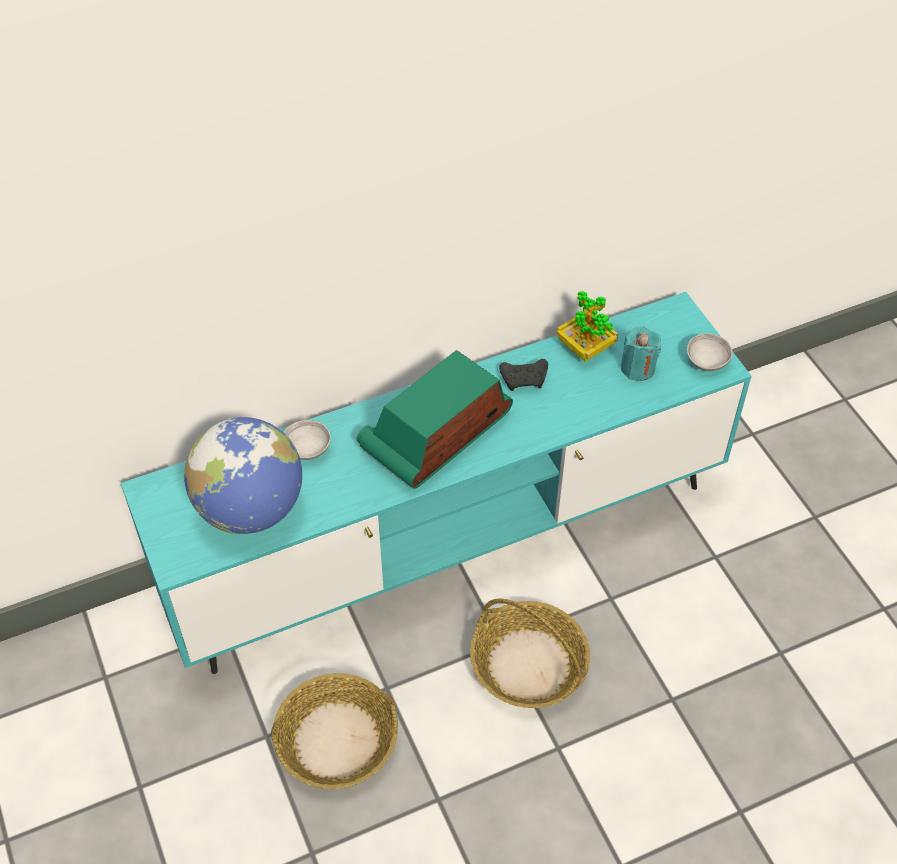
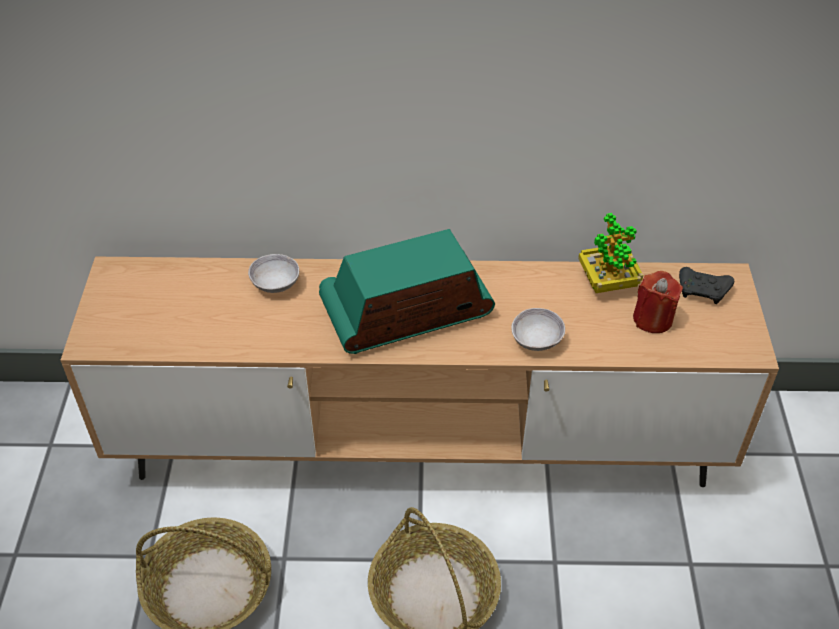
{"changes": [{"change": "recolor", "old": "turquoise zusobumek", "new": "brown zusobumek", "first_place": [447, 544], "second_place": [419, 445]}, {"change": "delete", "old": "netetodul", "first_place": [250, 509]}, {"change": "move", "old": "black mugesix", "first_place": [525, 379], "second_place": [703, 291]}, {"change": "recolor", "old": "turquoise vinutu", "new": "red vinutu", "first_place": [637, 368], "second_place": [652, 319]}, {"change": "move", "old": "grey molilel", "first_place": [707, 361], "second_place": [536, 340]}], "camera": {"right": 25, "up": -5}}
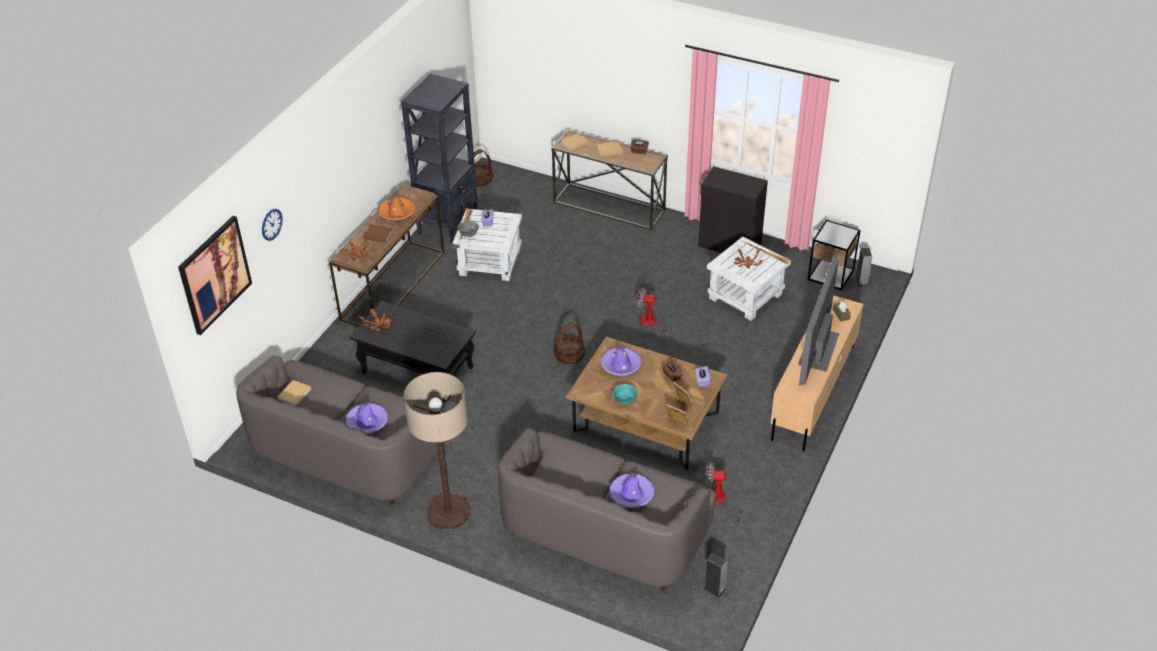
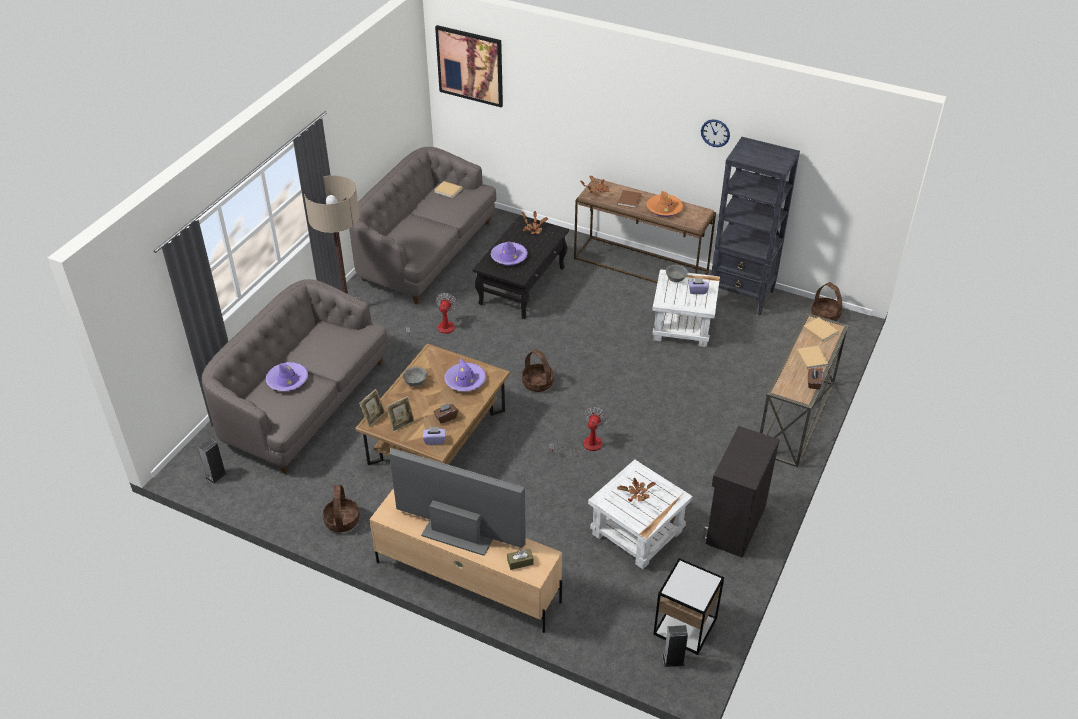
{"changes": [{"change": "move", "old": "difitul", "first_place": [271, 224], "second_place": [715, 133]}, {"change": "move", "old": "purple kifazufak", "first_place": [367, 422], "second_place": [509, 257]}, {"change": "recolor", "old": "turquoise molilel", "new": "grey molilel", "first_place": [625, 400], "second_place": [415, 382]}, {"change": "move", "old": "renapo", "first_place": [720, 502], "second_place": [439, 330]}, {"change": "insert", "new": "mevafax", "second_place": [342, 520]}], "camera": {"right": 90, "up": 0}}
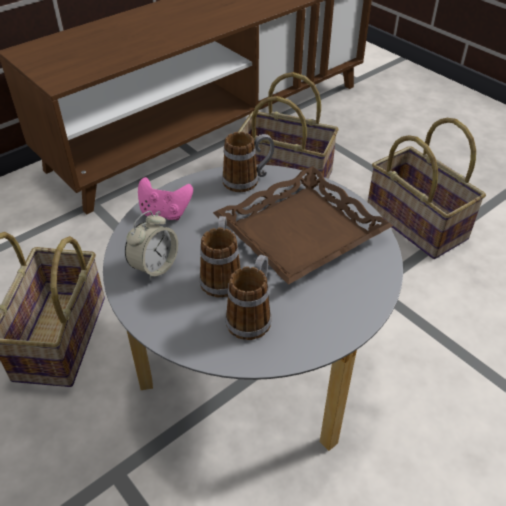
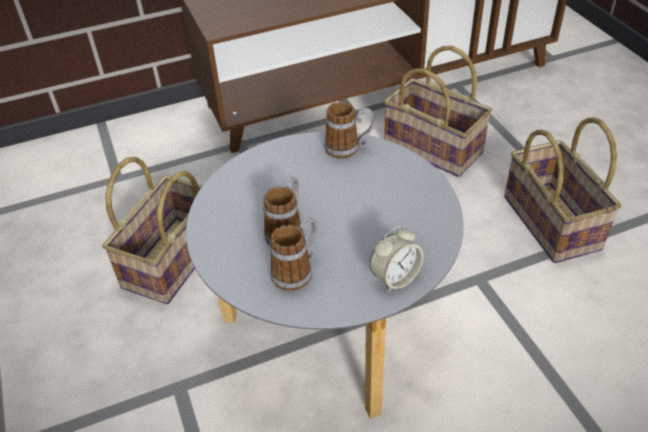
{"changes": [{"change": "move", "old": "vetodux", "first_place": [154, 267], "second_place": [395, 278]}, {"change": "delete", "old": "pink mugesix", "first_place": [165, 212]}, {"change": "delete", "old": "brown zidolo", "first_place": [301, 233]}], "camera": {"right": 20, "up": 0}}
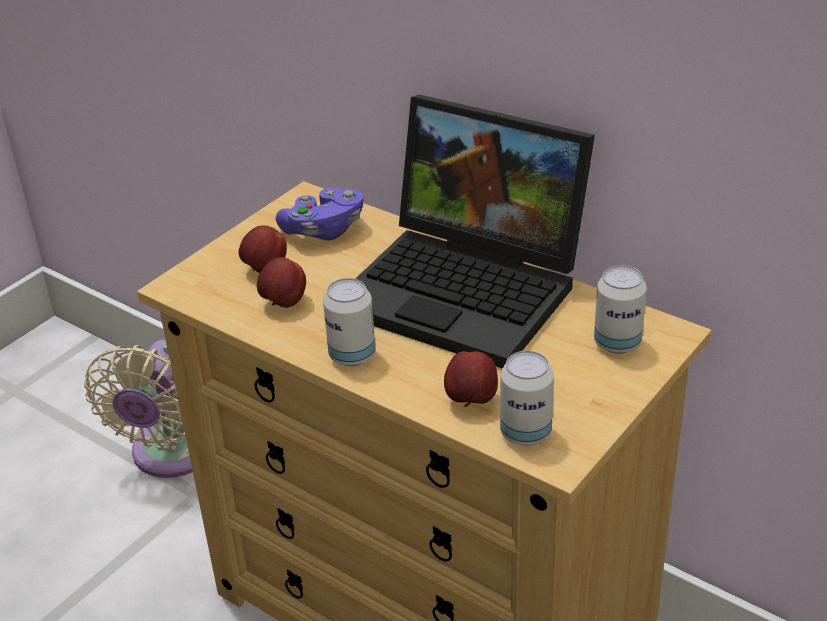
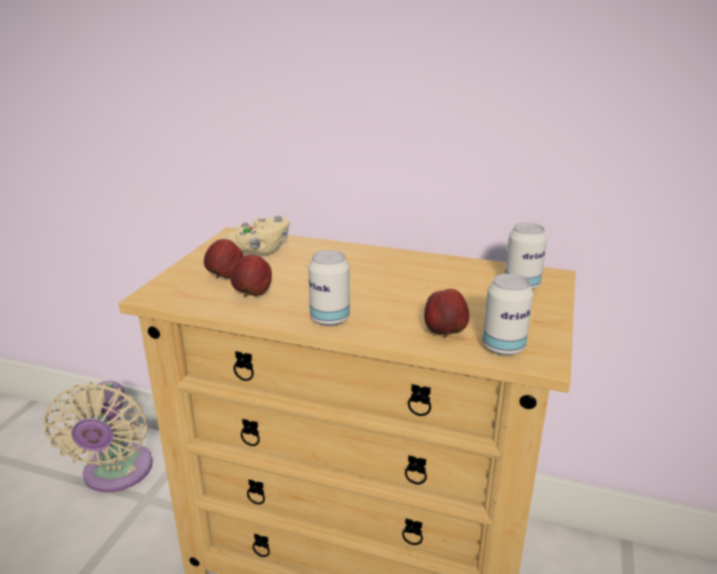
{"changes": [{"change": "recolor", "old": "purple mugesix", "new": "beige mugesix", "first_place": [324, 230], "second_place": [259, 250]}, {"change": "delete", "old": "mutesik", "first_place": [470, 289]}], "camera": {"right": -20, "up": -10}}
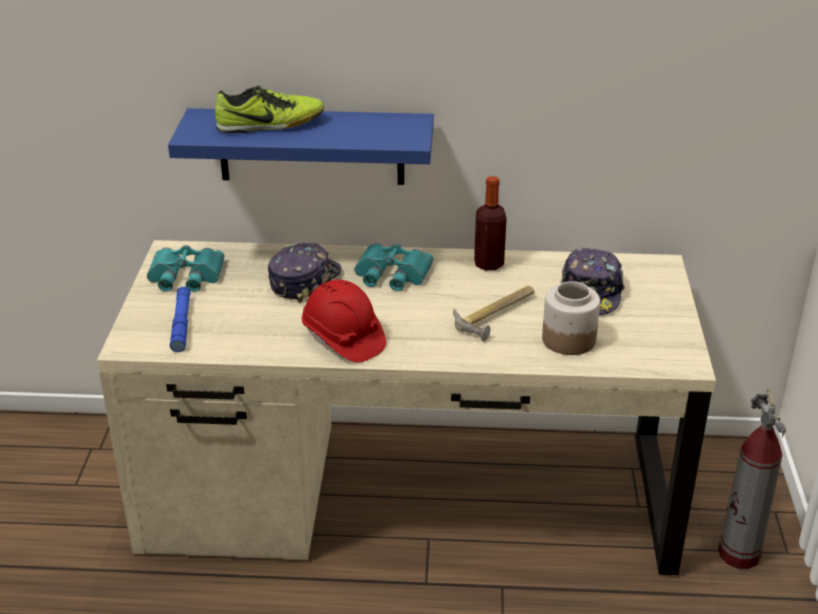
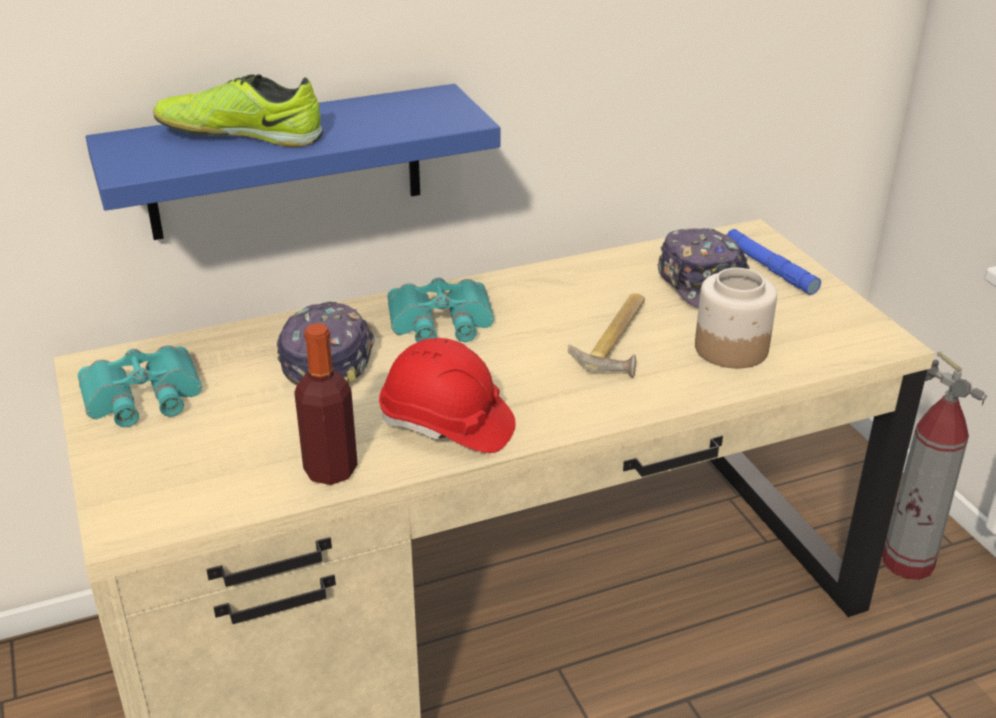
{"changes": [{"change": "move", "old": "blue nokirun", "first_place": [181, 324], "second_place": [770, 268]}, {"change": "rotate", "old": "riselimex", "first_place": [270, 125], "second_place": [241, 135], "degrees": -135}, {"change": "move", "old": "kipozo", "first_place": [489, 264], "second_place": [330, 470]}], "camera": {"right": -25, "up": 0}}
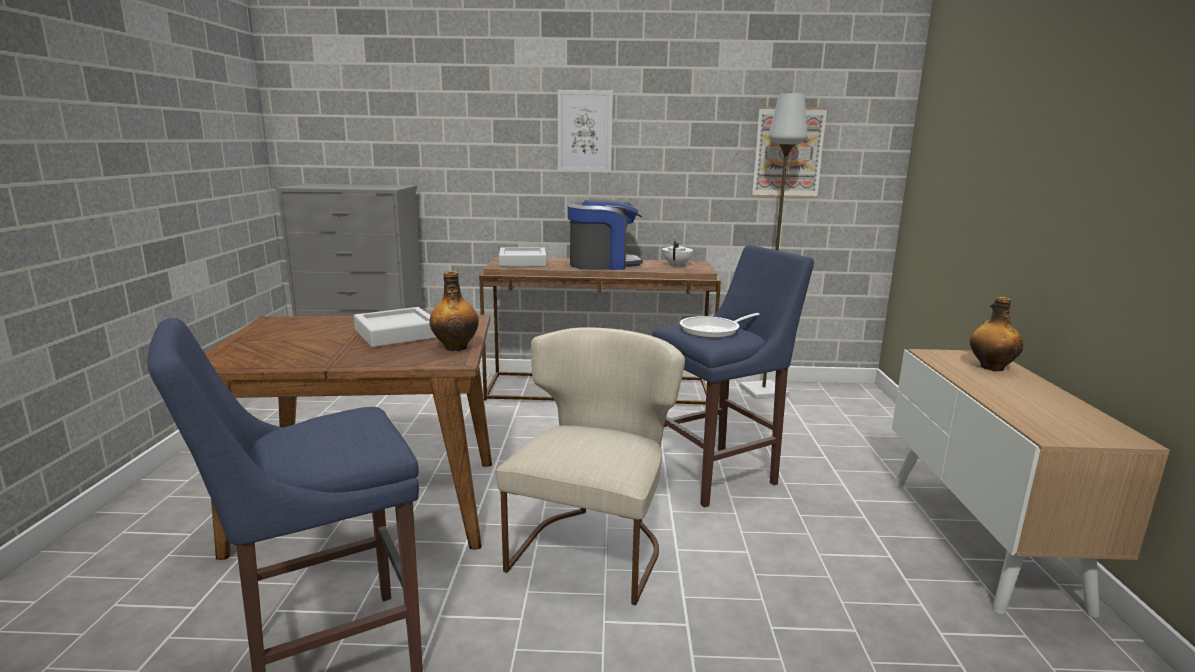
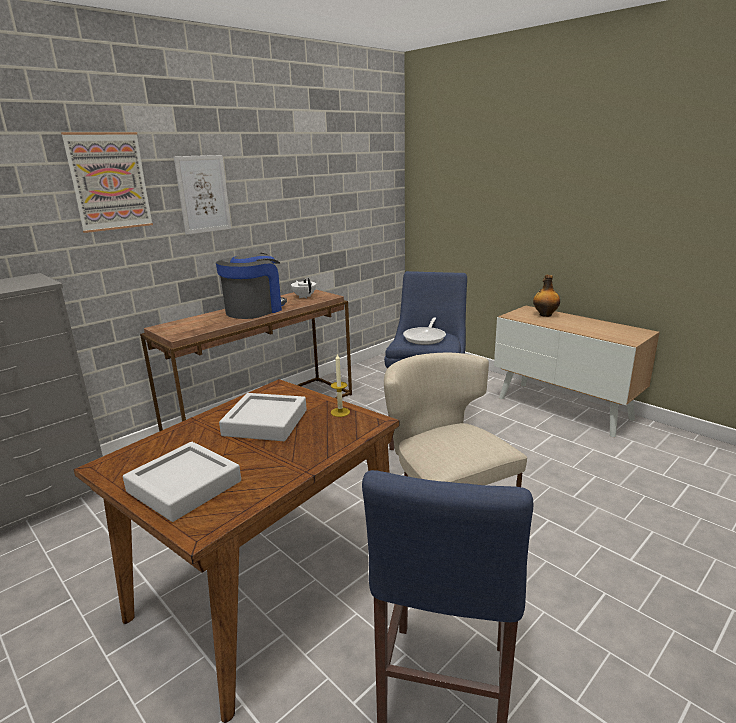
{"changes": [{"change": "replace", "old": "kipozo", "new": "vinutu", "first_place": [456, 347], "second_place": [340, 412]}, {"change": "move", "old": "grey zidolo", "first_place": [522, 262], "second_place": [184, 486]}, {"change": "delete", "old": "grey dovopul", "first_place": [763, 391]}, {"change": "move", "old": "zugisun", "first_place": [788, 152], "second_place": [109, 182]}], "camera": {"right": -45, "up": 5}}
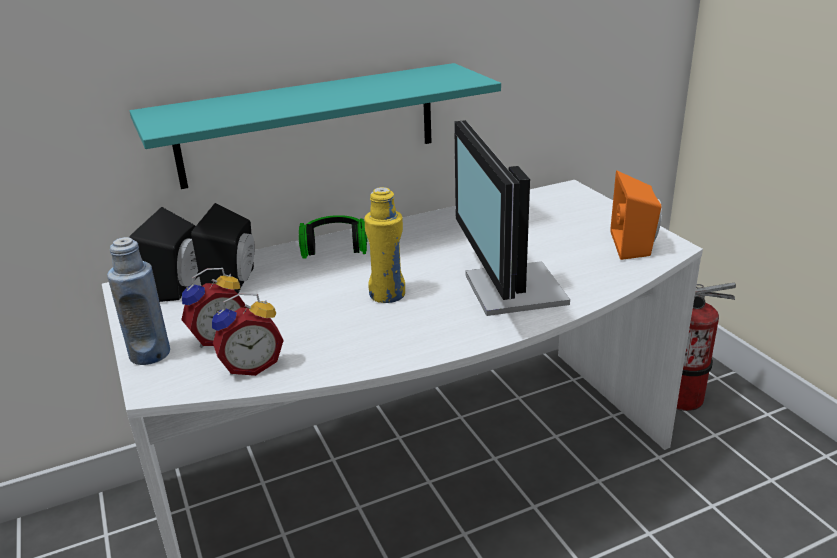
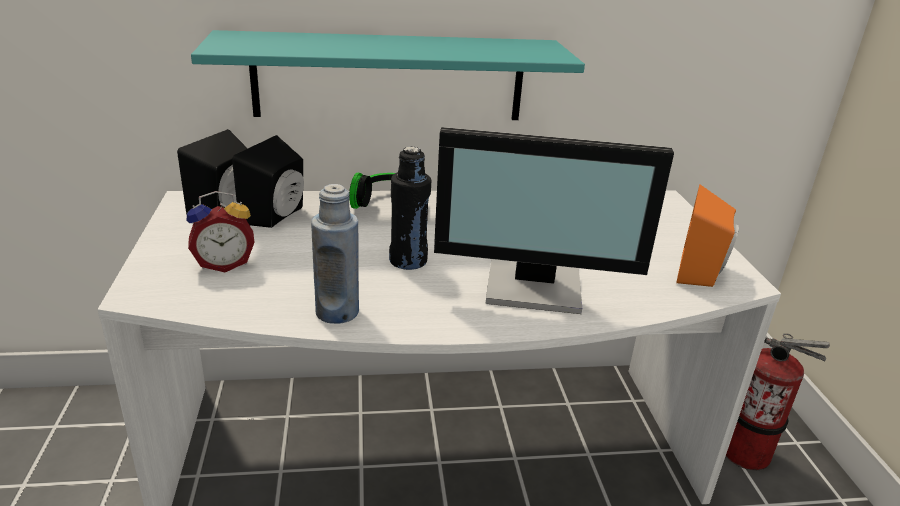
{"changes": [{"change": "move", "old": "blue kipozo", "first_place": [150, 354], "second_place": [337, 312]}, {"change": "delete", "old": "vetodux", "first_place": [251, 366]}, {"change": "recolor", "old": "yellow kipozo", "new": "black kipozo", "first_place": [387, 294], "second_place": [408, 261]}, {"change": "rotate", "old": "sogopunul", "first_place": [511, 291], "second_place": [535, 287], "degrees": -90}], "camera": {"right": 15, "up": 0}}
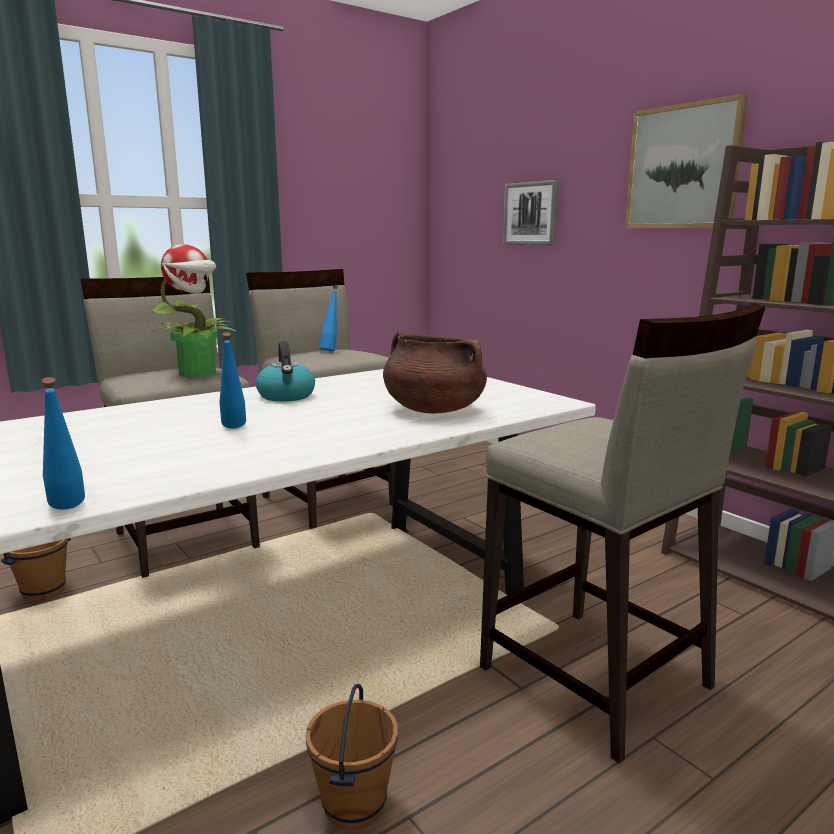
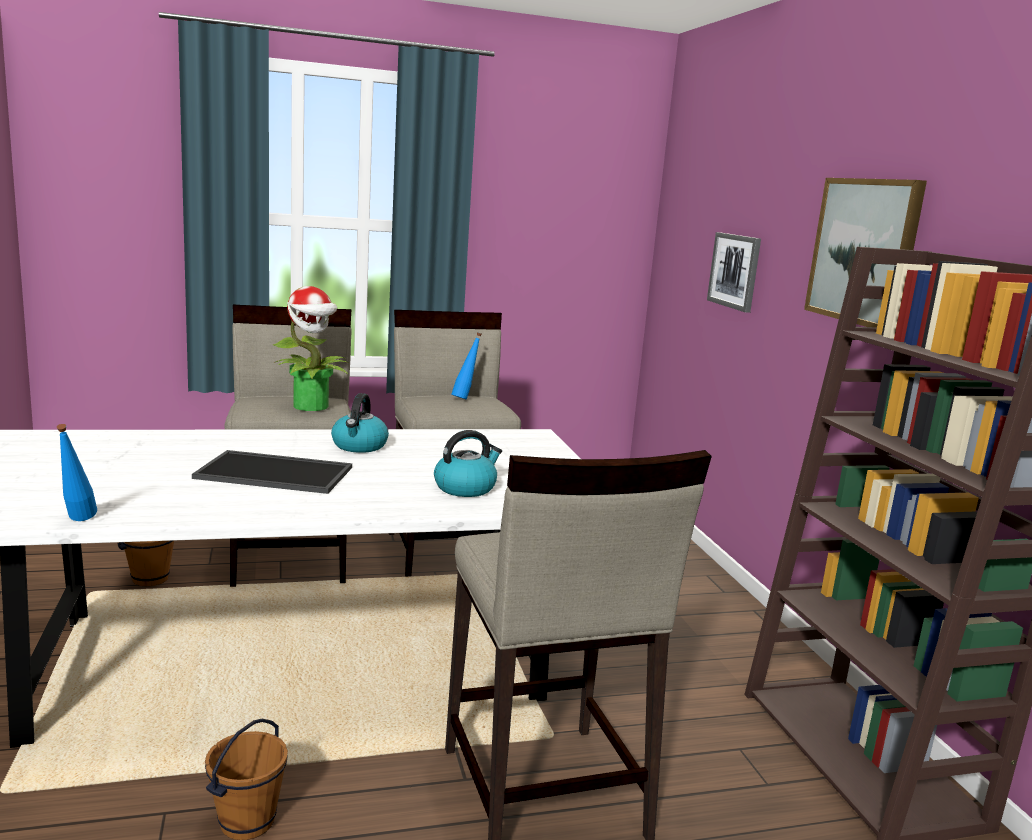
{"changes": [{"change": "replace", "old": "blue kipozo", "new": "zidolo", "first_place": [234, 429], "second_place": [272, 473]}, {"change": "replace", "old": "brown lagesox", "new": "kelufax", "first_place": [433, 410], "second_place": [465, 488]}], "camera": {"right": 20, "up": 0}}
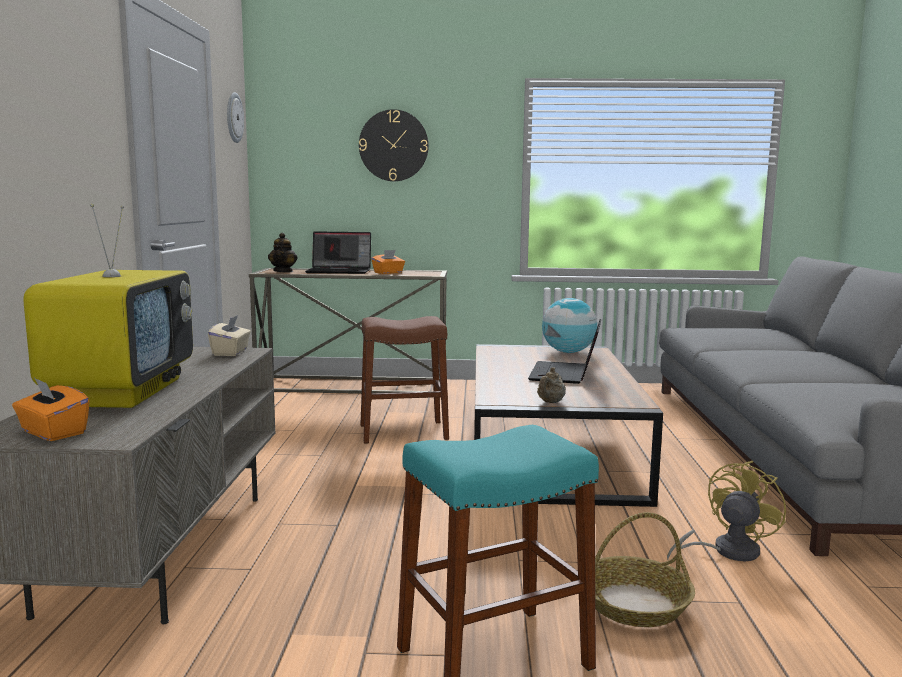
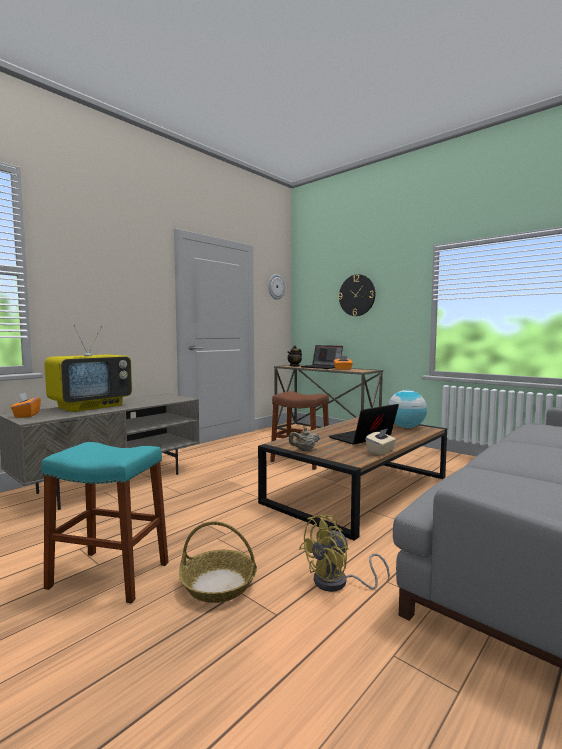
{"changes": [{"change": "move", "old": "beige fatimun", "first_place": [231, 352], "second_place": [380, 452]}, {"change": "rotate", "old": "yellow renapo", "first_place": [726, 551], "second_place": [338, 583], "degrees": 150}], "camera": {"right": 40, "up": -5}}
